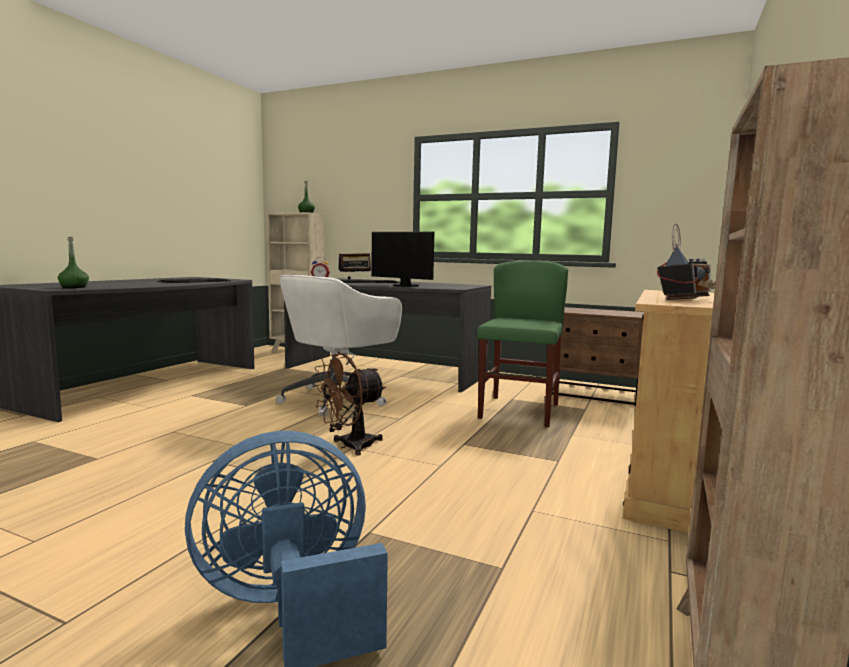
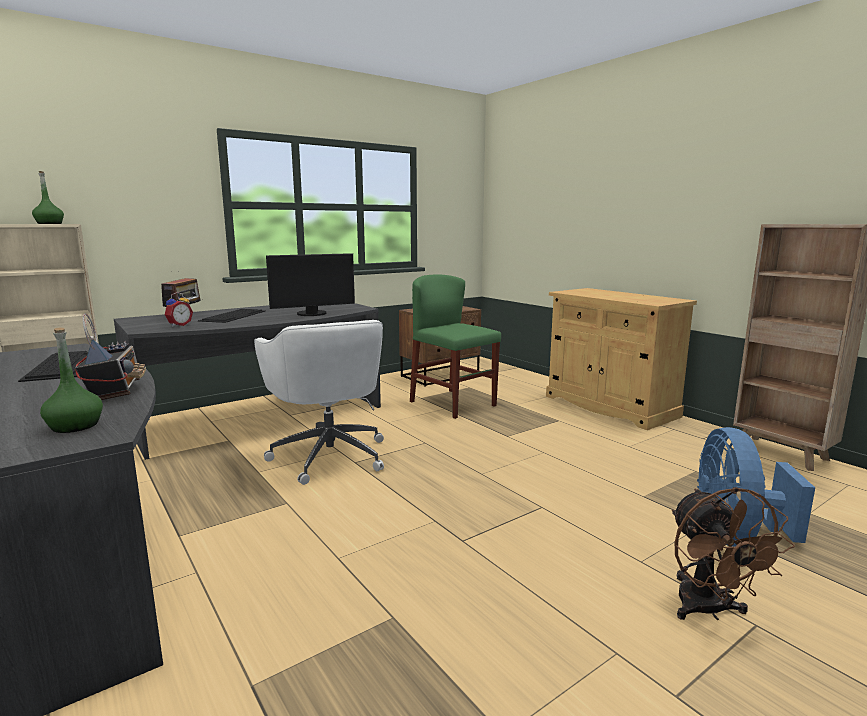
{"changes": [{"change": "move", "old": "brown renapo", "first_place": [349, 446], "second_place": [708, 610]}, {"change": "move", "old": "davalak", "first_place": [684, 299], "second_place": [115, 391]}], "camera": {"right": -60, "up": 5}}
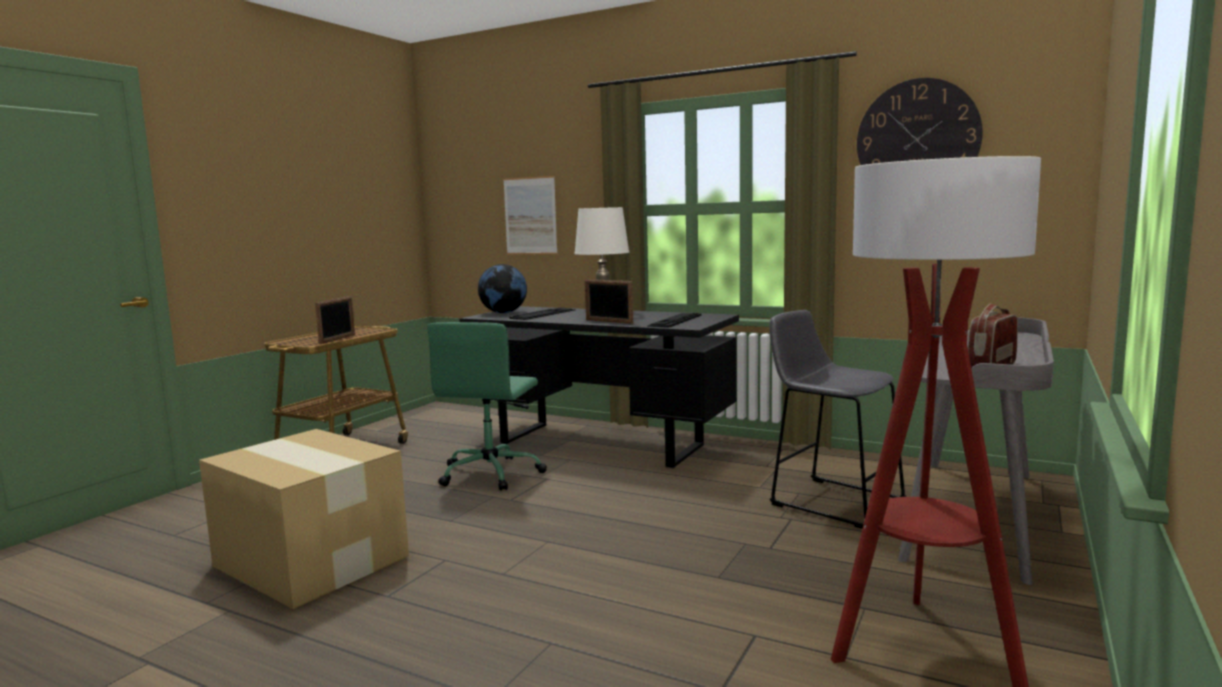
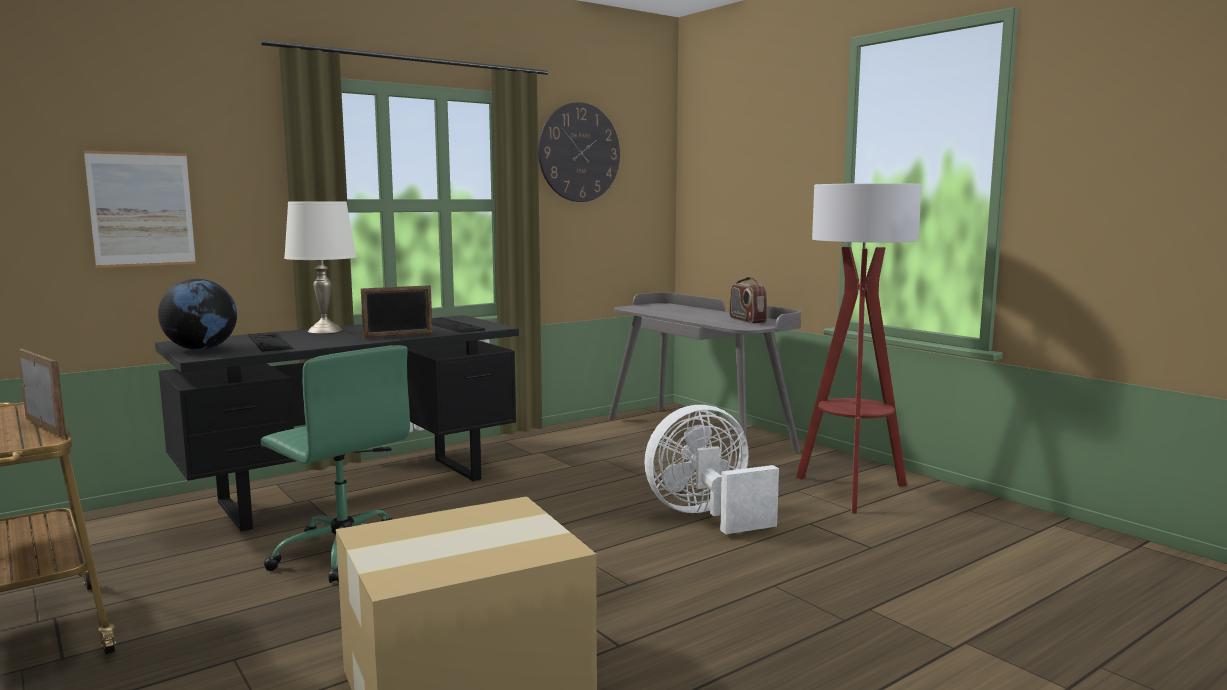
{"changes": [{"change": "delete", "old": "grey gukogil", "first_place": [831, 500]}, {"change": "insert", "new": "white renapo", "second_place": [706, 516]}], "camera": {"right": -65, "up": 0}}
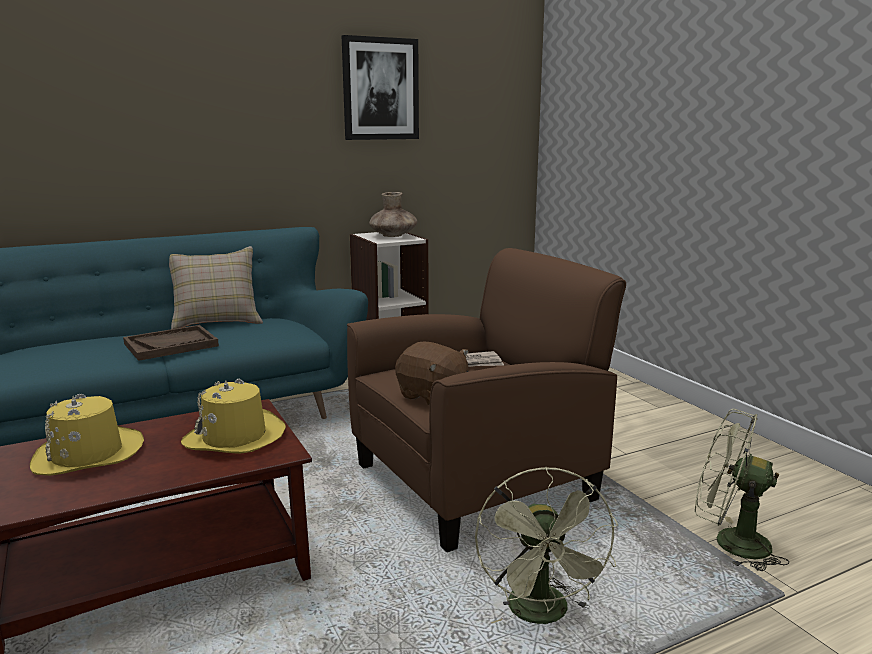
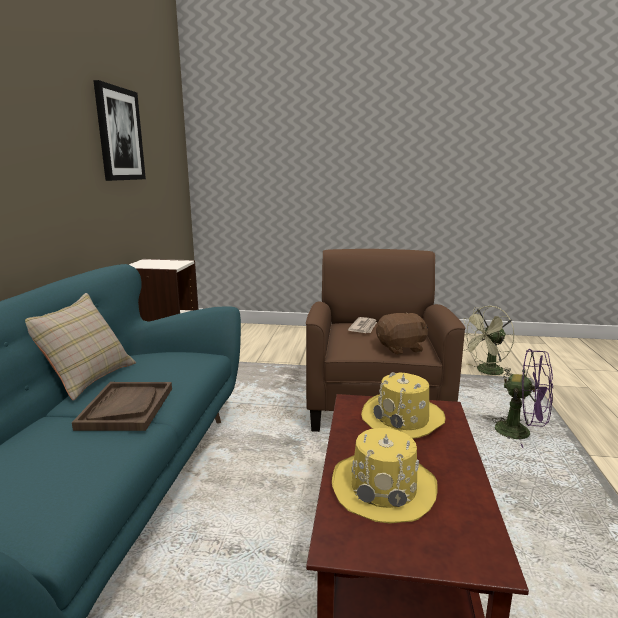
{"changes": [{"change": "delete", "old": "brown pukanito", "first_place": [393, 235]}, {"change": "recolor", "old": "green renapo", "new": "purple renapo", "first_place": [543, 615], "second_place": [521, 432]}], "camera": {"right": -55, "up": 0}}
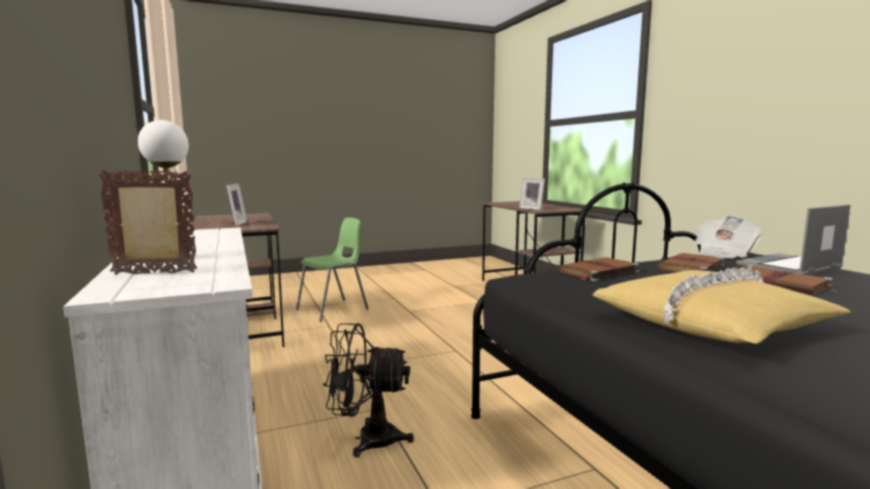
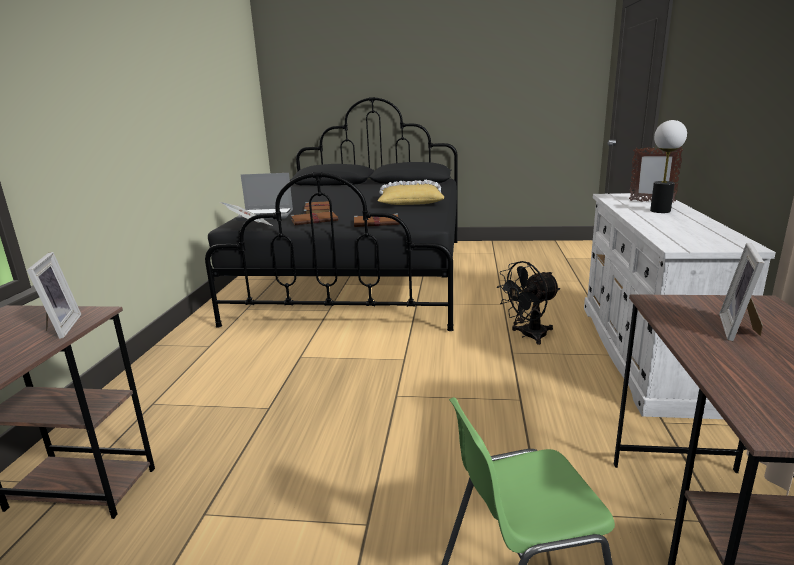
{"changes": [{"change": "rotate", "old": "black renapo", "first_place": [367, 439], "second_place": [528, 336], "degrees": 120}], "camera": {"right": -150, "up": 10}}
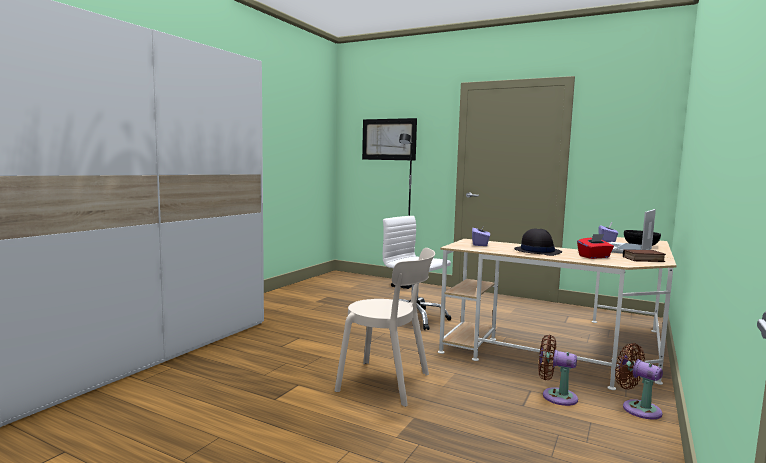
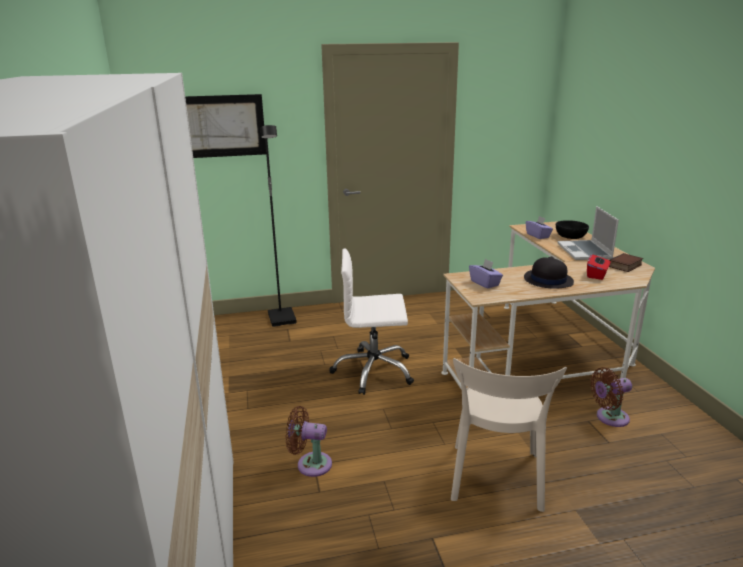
{"changes": [{"change": "rotate", "old": "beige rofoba", "first_place": [388, 383], "second_place": [496, 480], "degrees": 120}, {"change": "move", "old": "brown renapo", "first_place": [637, 408], "second_place": [310, 464]}], "camera": {"right": -40, "up": 15}}
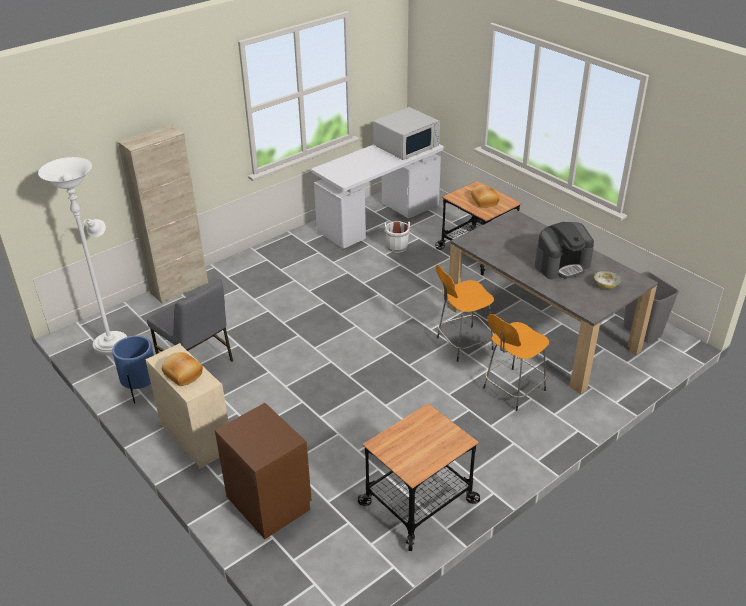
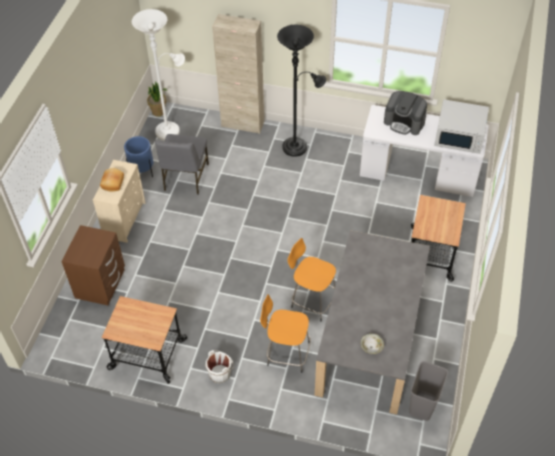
{"changes": [{"change": "move", "old": "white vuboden", "first_place": [396, 246], "second_place": [220, 373]}, {"change": "delete", "old": "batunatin", "first_place": [484, 201]}, {"change": "move", "old": "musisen", "first_place": [562, 265], "second_place": [404, 122]}, {"change": "insert", "new": "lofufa", "second_place": [159, 112]}, {"change": "insert", "new": "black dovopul", "second_place": [298, 146]}], "camera": {"right": 55, "up": 15}}
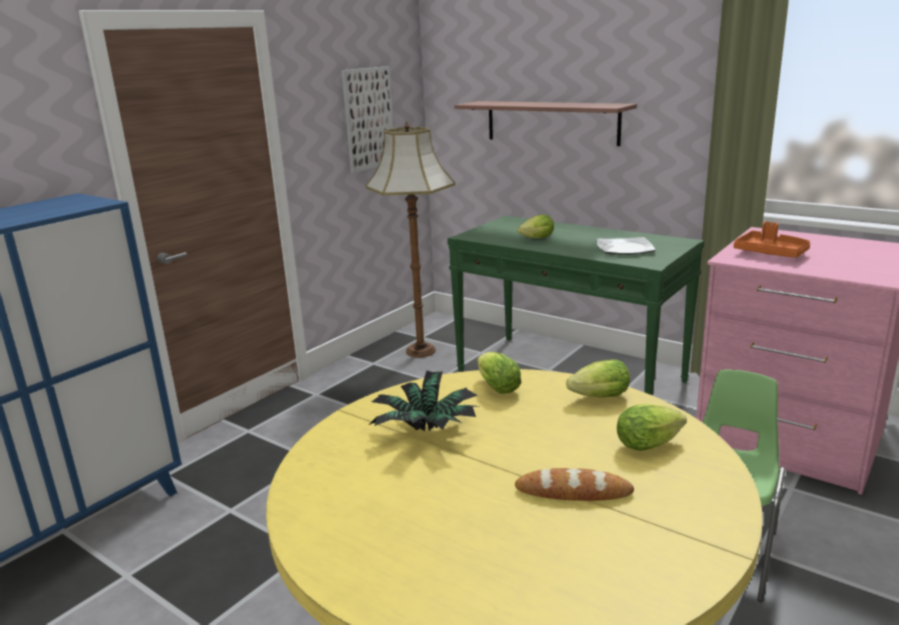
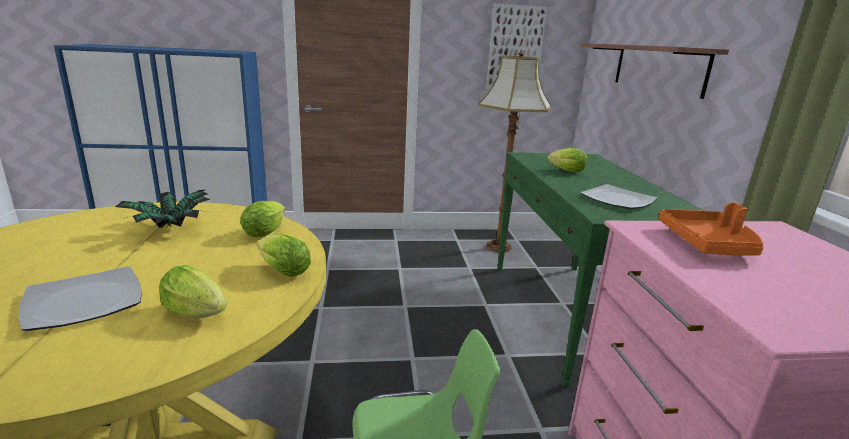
{"changes": [{"change": "replace", "old": "batunatin", "new": "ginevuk", "first_place": [573, 491], "second_place": [83, 301]}], "camera": {"right": 45, "up": 0}}
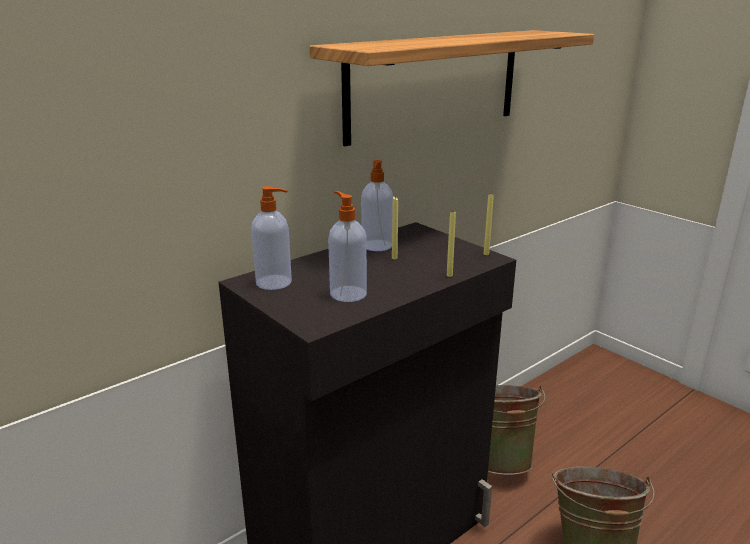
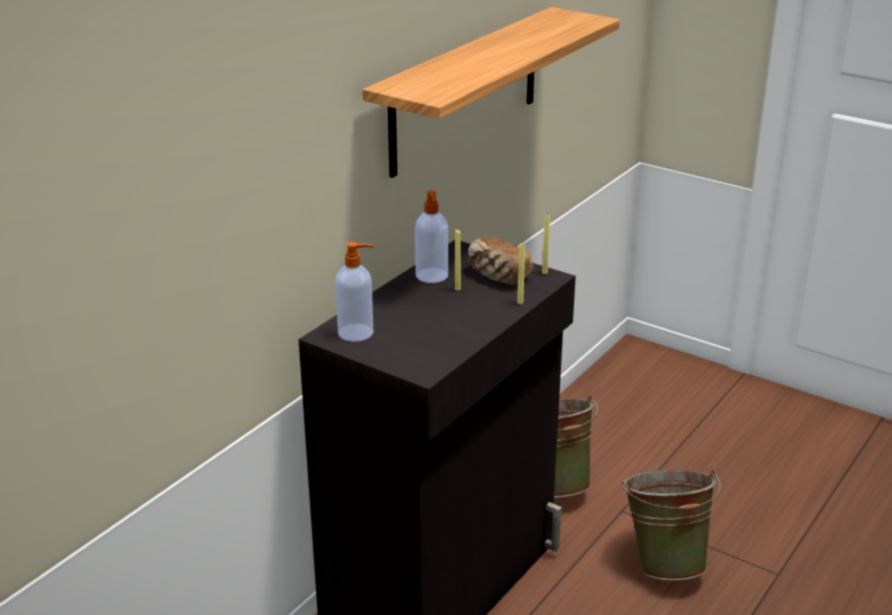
{"changes": [{"change": "delete", "old": "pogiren", "first_place": [347, 293]}, {"change": "insert", "new": "batunatin", "second_place": [498, 276]}], "camera": {"right": -15, "up": 5}}
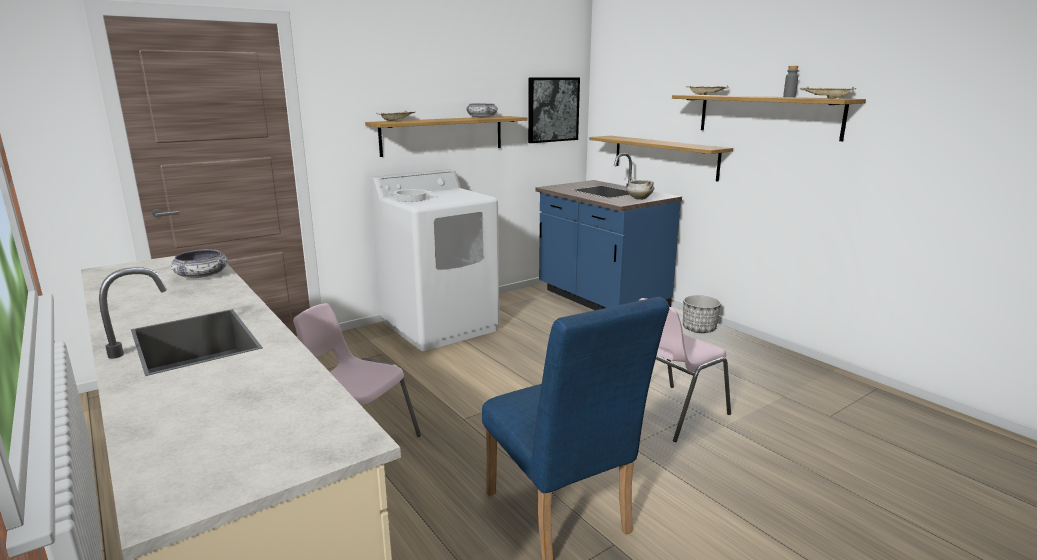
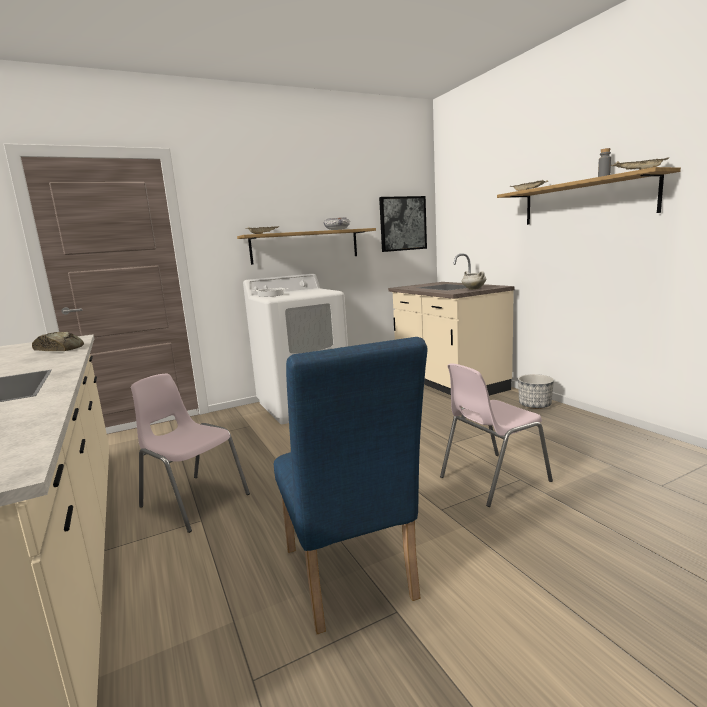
{"changes": [{"change": "replace", "old": "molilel", "new": "batunatin", "first_place": [201, 275], "second_place": [60, 349]}, {"change": "recolor", "old": "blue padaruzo", "new": "beige padaruzo", "first_place": [600, 300], "second_place": [448, 383]}, {"change": "delete", "old": "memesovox", "first_place": [664, 157]}], "camera": {"right": 10, "up": -5}}
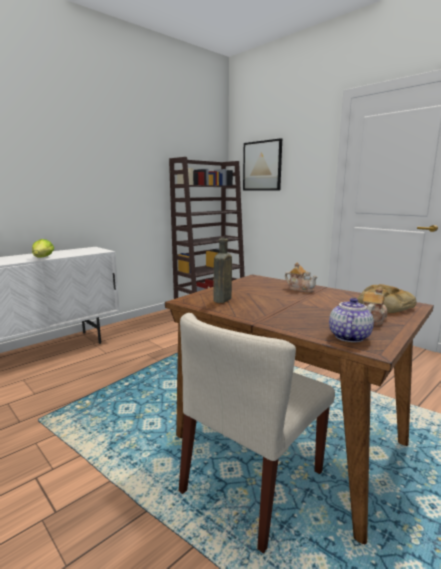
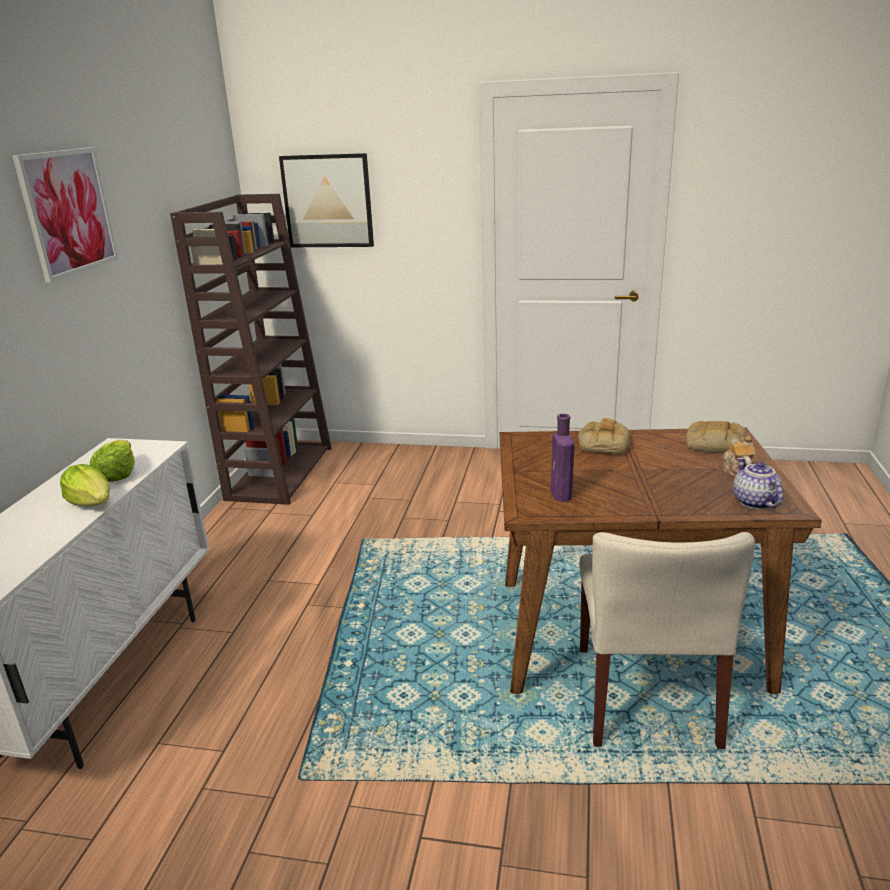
{"changes": [{"change": "recolor", "old": "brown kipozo", "new": "purple kipozo", "first_place": [221, 300], "second_place": [561, 495]}, {"change": "replace", "old": "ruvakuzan", "new": "batunatin", "first_place": [300, 289], "second_place": [603, 443]}, {"change": "insert", "new": "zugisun", "second_place": [68, 212]}, {"change": "insert", "new": "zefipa", "second_place": [118, 474]}], "camera": {"right": -35, "up": 10}}
